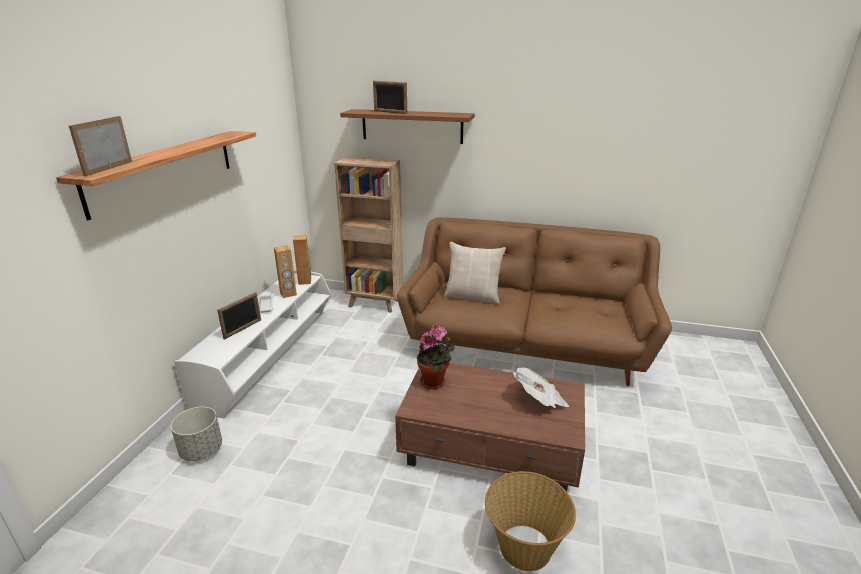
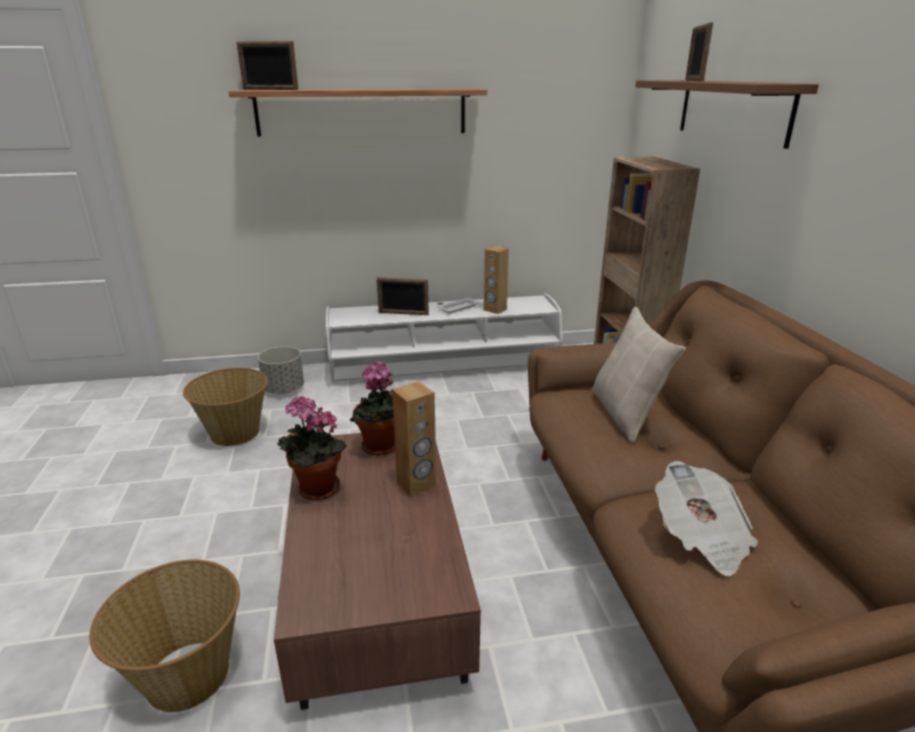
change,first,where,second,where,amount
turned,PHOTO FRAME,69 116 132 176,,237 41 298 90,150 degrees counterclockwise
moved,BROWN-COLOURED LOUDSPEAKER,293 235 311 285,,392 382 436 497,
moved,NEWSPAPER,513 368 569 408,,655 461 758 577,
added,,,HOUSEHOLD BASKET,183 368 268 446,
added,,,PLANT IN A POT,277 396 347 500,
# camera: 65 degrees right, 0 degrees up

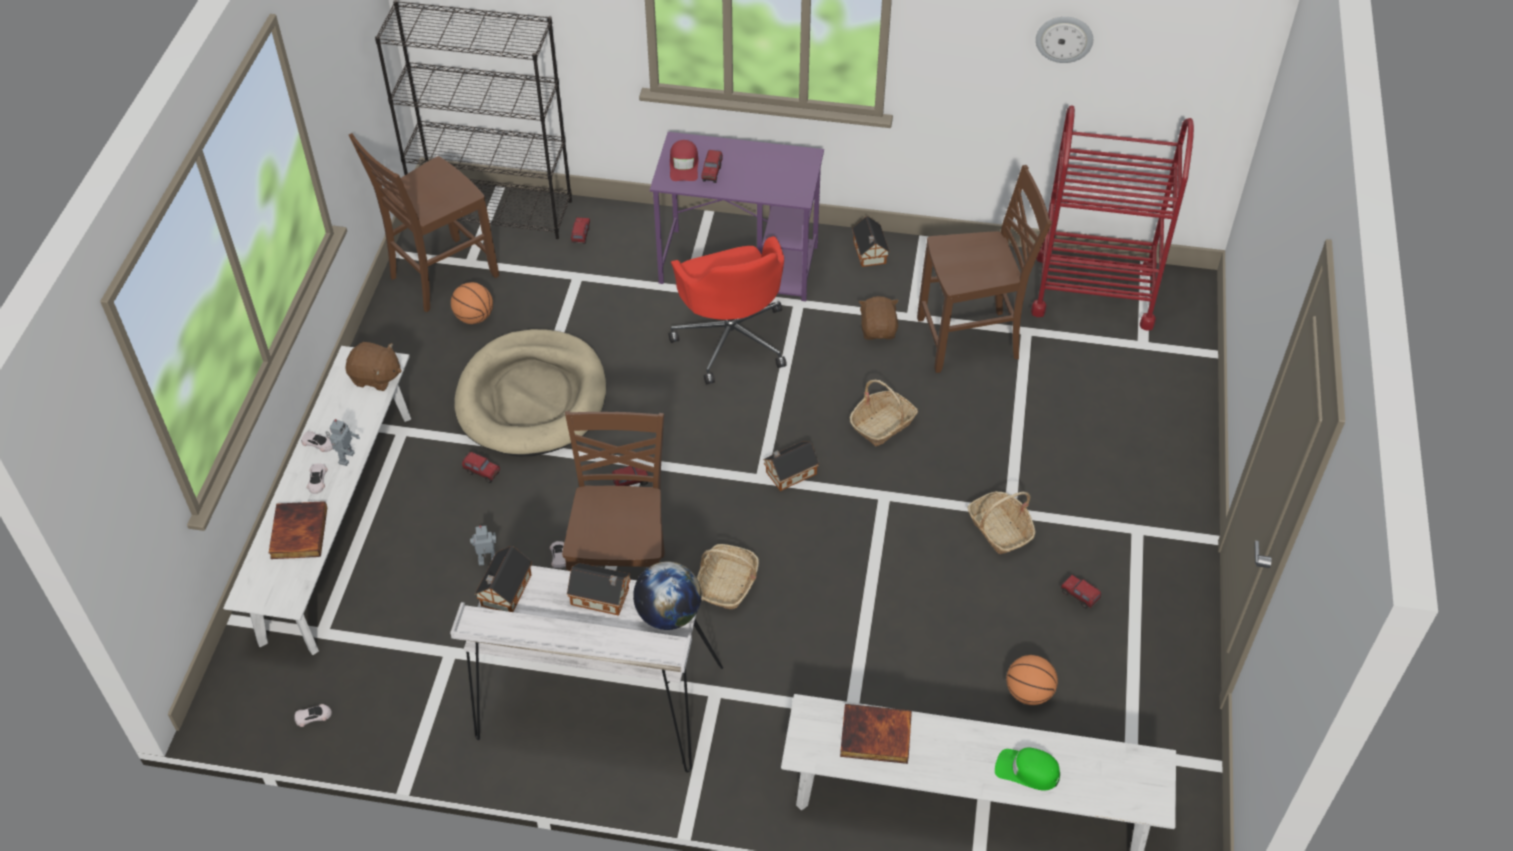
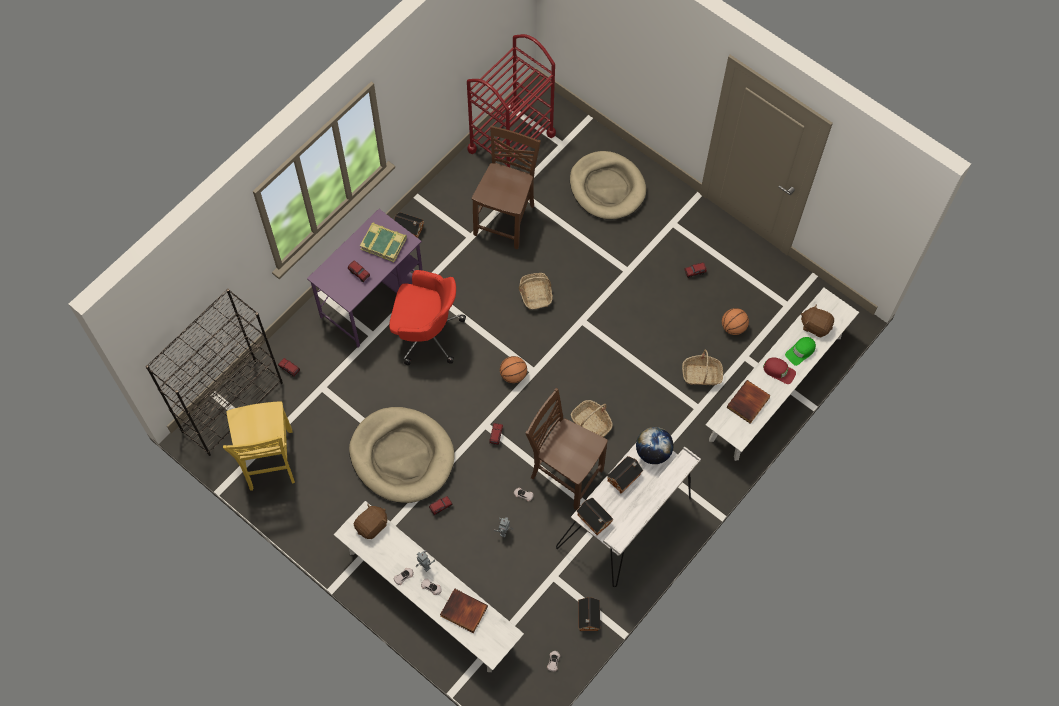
change,first,where,second,where,amount
recoloured,BROWN-COLOURED CHAIR,349 133 499 312,YELLOW CHAIR,223 401 295 491,
moved,BASKETBALL BALL,451 282 493 324,,500 356 527 383,
moved,RED PEAKED CAP,670 140 698 181,,763 357 796 384,
moved,TOY HOUSE,763 441 819 491,,578 597 600 631,
moved,BROWN-COLOURED PLUSH TOY,859 296 899 340,,801 305 834 337,
moved,HOUSEHOLD BASKET,967 491 1035 554,,682 349 723 385,
removed,HANGING CLOCK,1036 17 1093 63,,,
added,,,BOUND BOOK,360 222 407 262,
added,,,BEIGE PET BED,570 151 646 220,
# camera: 60 degrees left, 15 degrees up

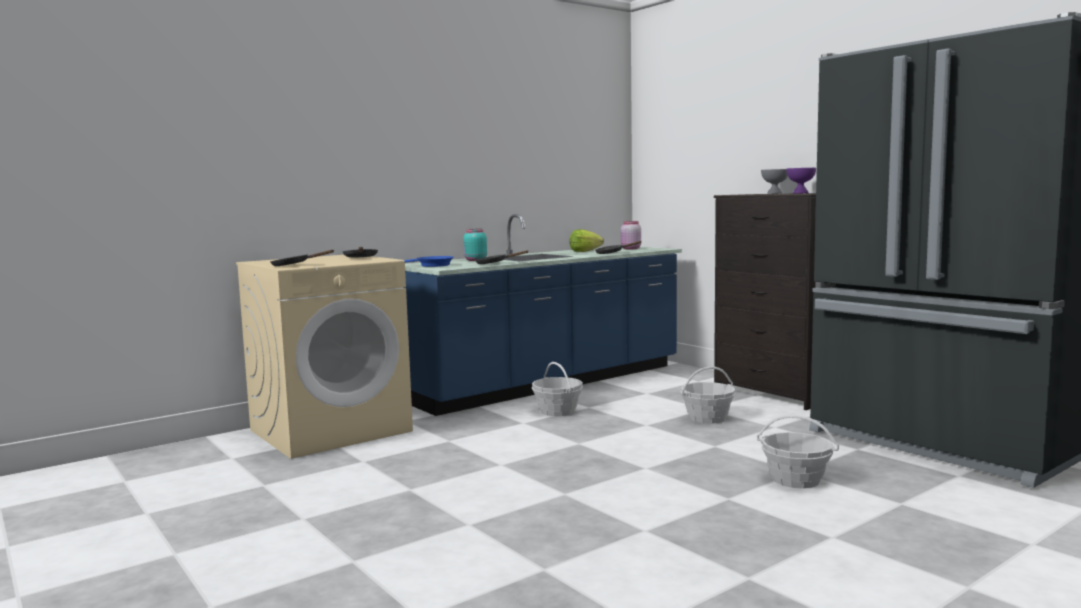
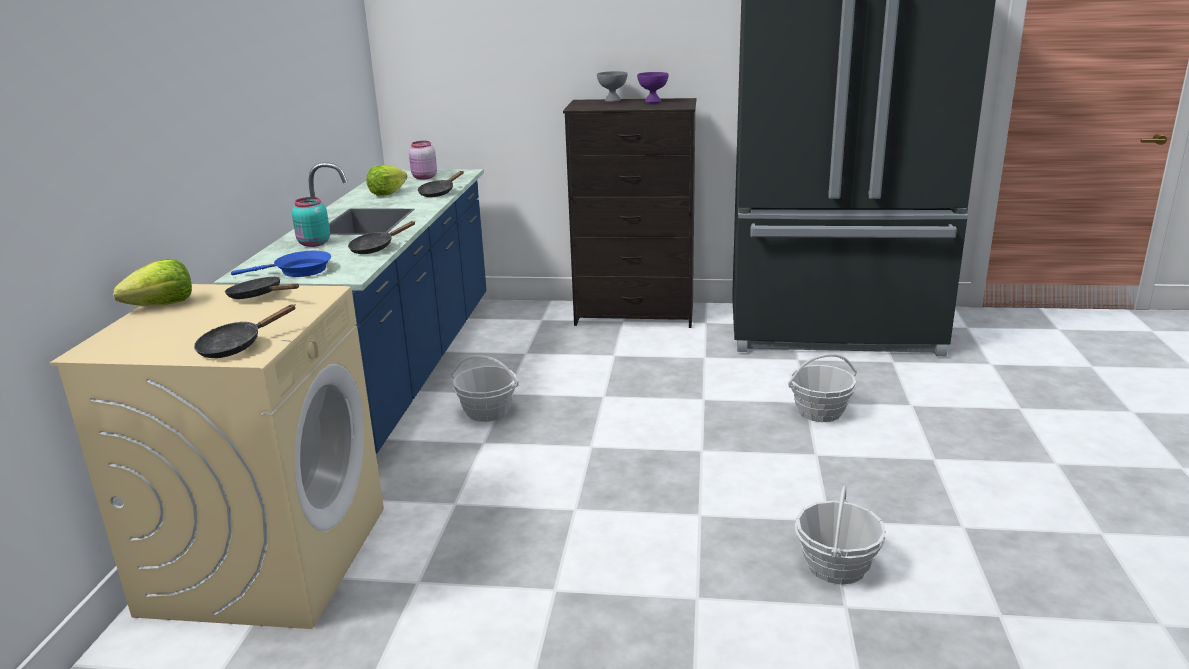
change,first,where,second,where,amount
moved,HOUSEHOLD BASKET,680 367 735 423,,795 486 886 585,
added,,,LETTUCE,113 259 192 306,
# camera: 45 degrees left, 15 degrees up

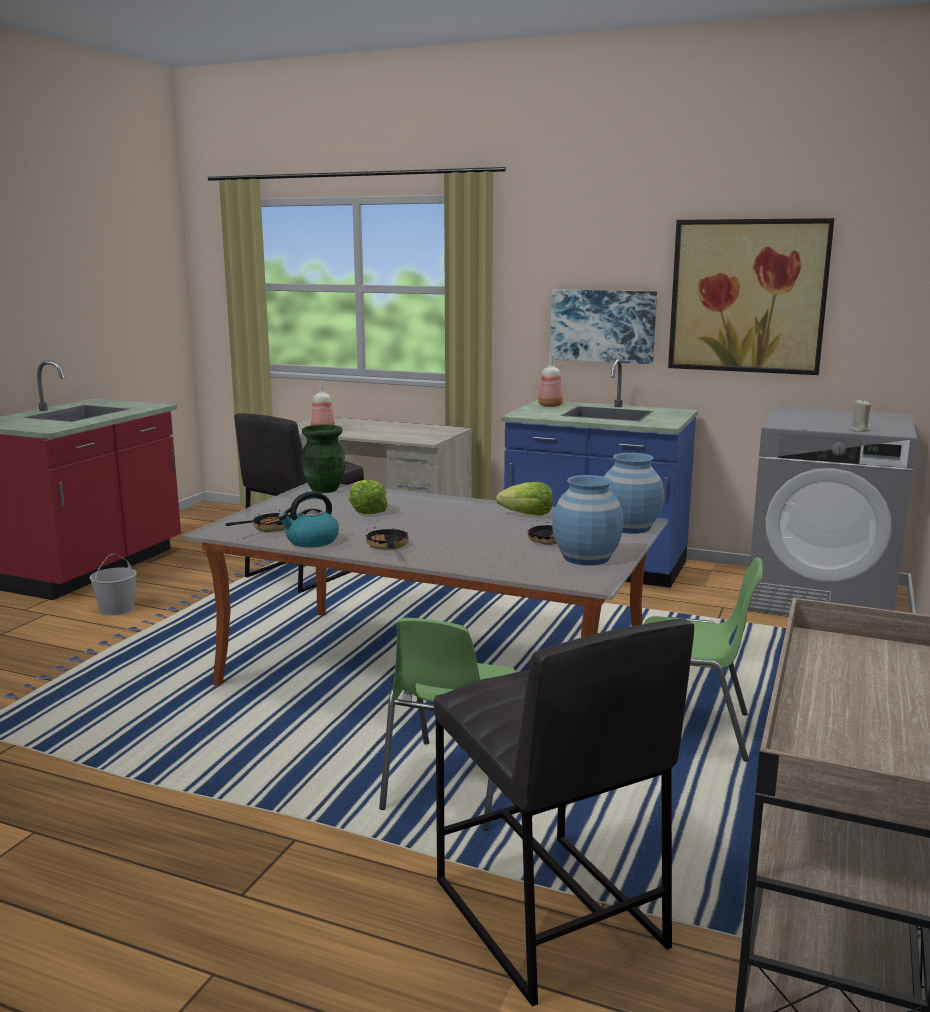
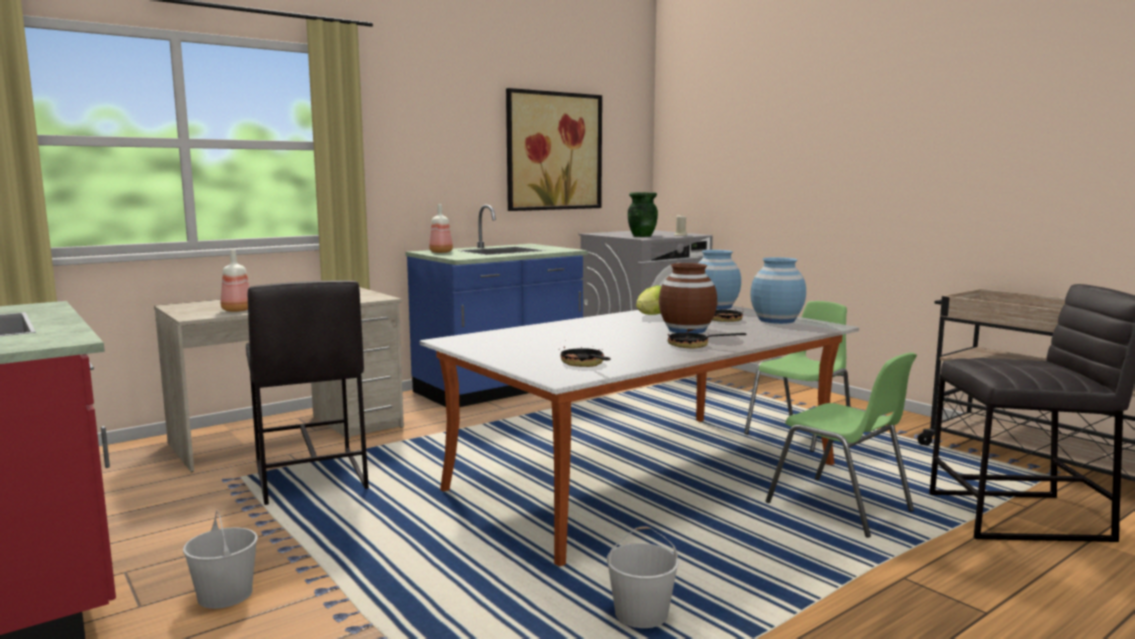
change,first,where,second,where,amount
removed,TEA KETTLE,278 491 339 547,,,
moved,GREEN-COLOURED VASE,301 424 345 493,,628 192 658 237,
removed,LETTUCE,349 480 388 514,,,
removed,WALL PICTURE,550 289 657 364,,,
added,,,WHITE-COLOURED PAIL,607 526 679 628,
added,,,BROWN-COLOURED VASE,659 263 717 334,
# camera: 60 degrees left, 5 degrees down

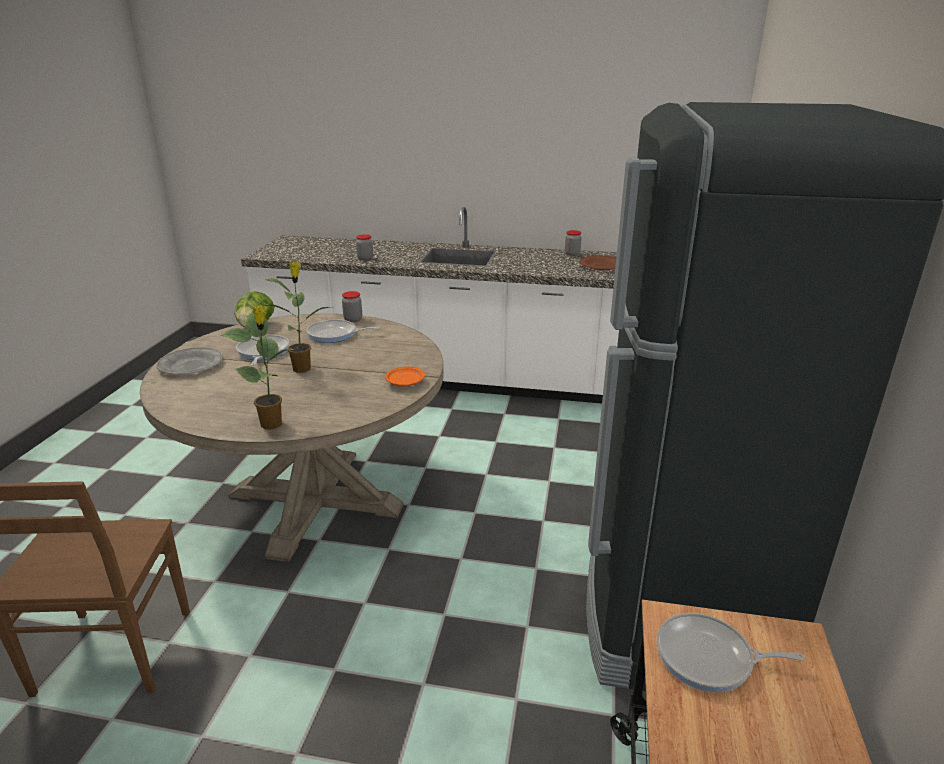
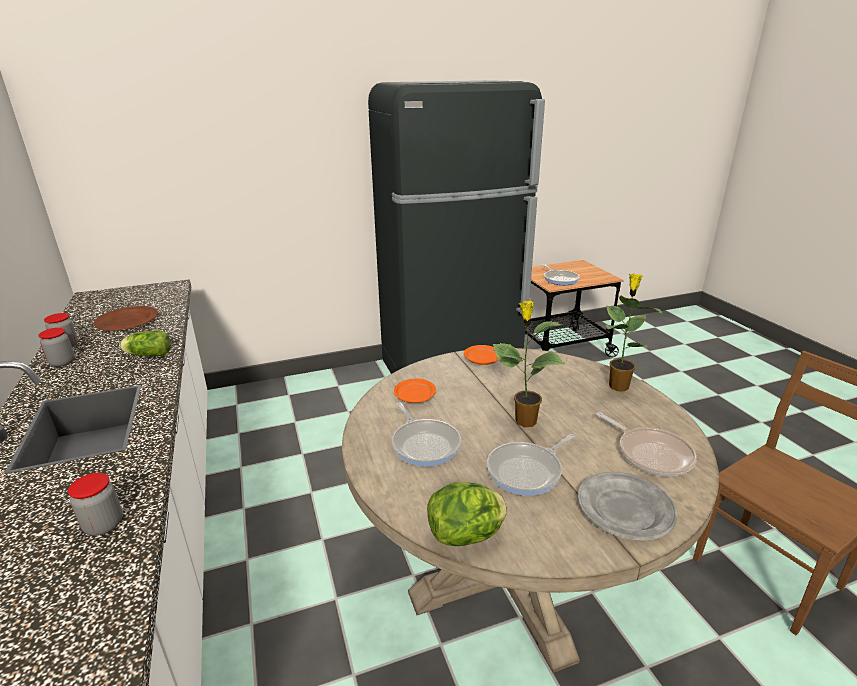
change,first,where,second,where,amount
moved,PRESERVE JAR,342 291 362 322,,38 328 75 367,
added,,,LETTUCE,120 330 170 356,
added,,,ORANGE-COLOURED FLAT DISH,394 379 436 403,
added,,,SKILLET,596 412 697 476,
# camera: 120 degrees left, 0 degrees up

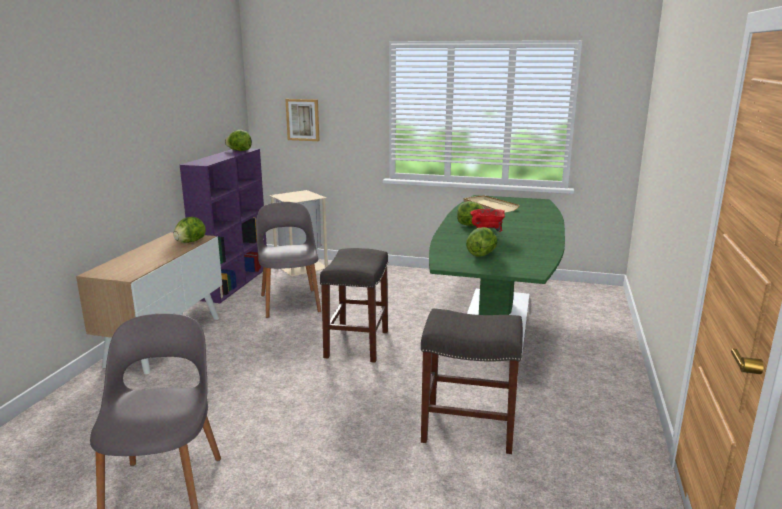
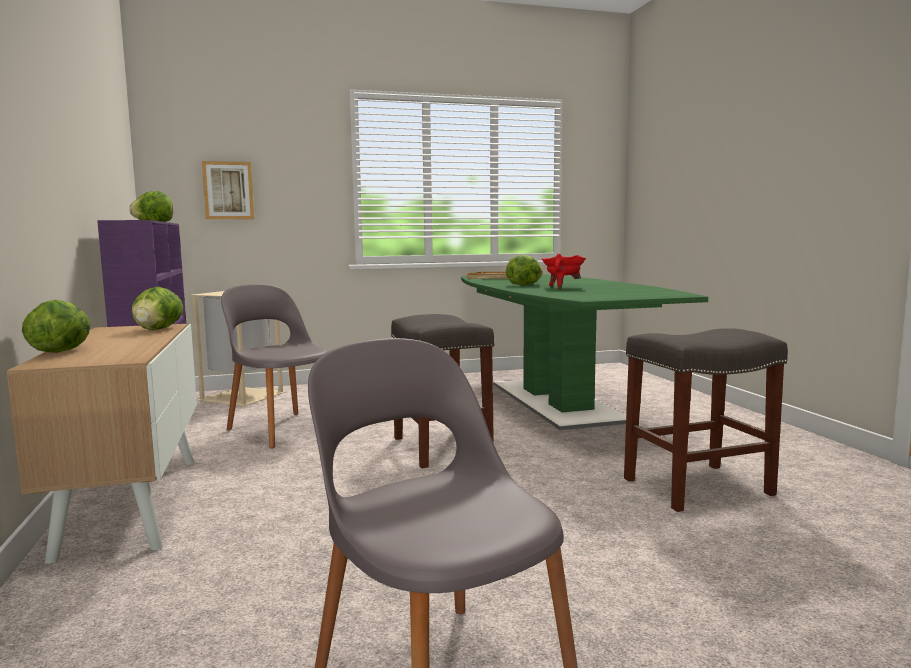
change,first,where,second,where,amount
moved,LETTUCE,466 227 497 257,,22 300 90 353,
# camera: 30 degrees left, 10 degrees down

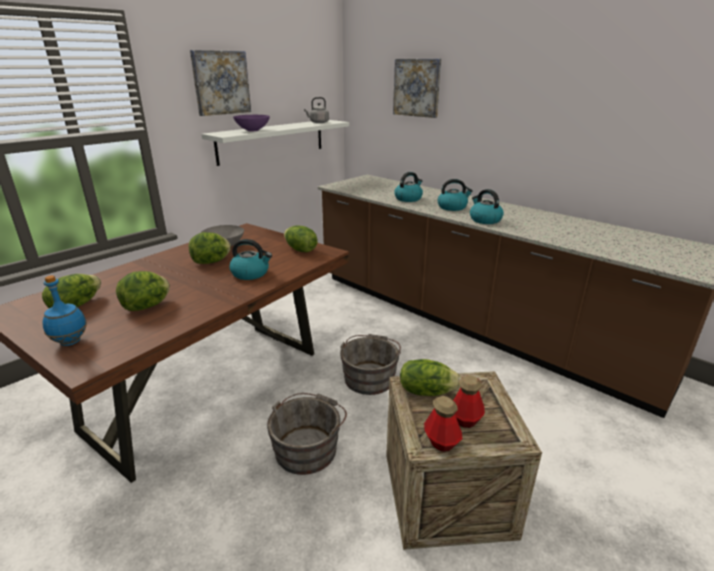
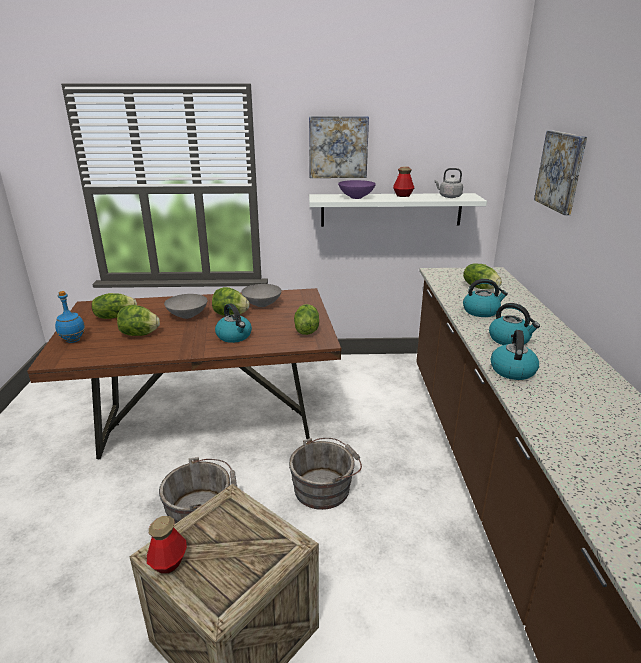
change,first,where,second,where,amount
moved,LETTUCE,400 359 461 396,,463 263 502 289,
moved,BEVERAGE BOTTLE,453 375 485 428,,393 167 414 197,
added,,,GREY SERVING BOWL,164 294 207 319,
# camera: 45 degrees right, 0 degrees up

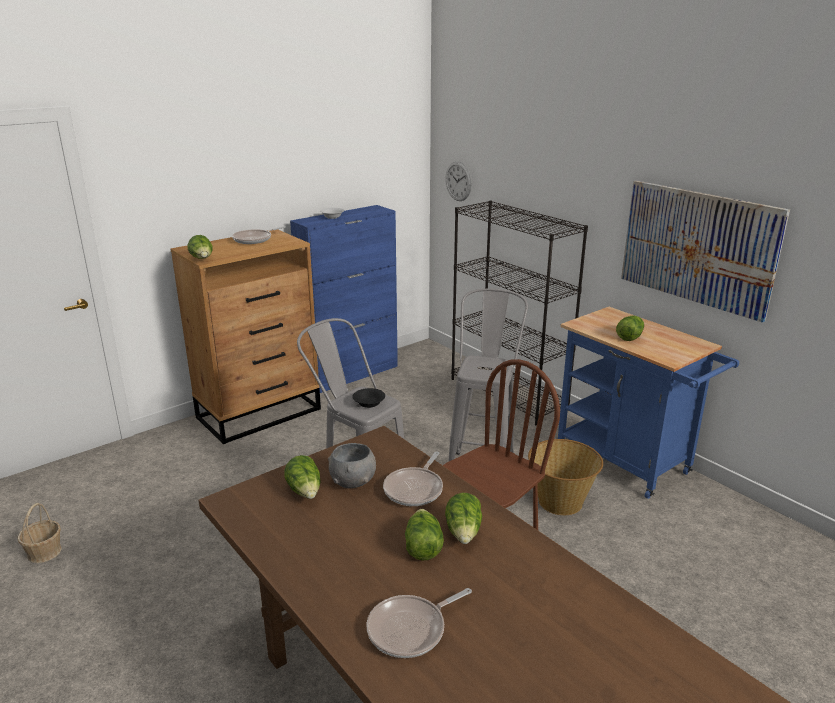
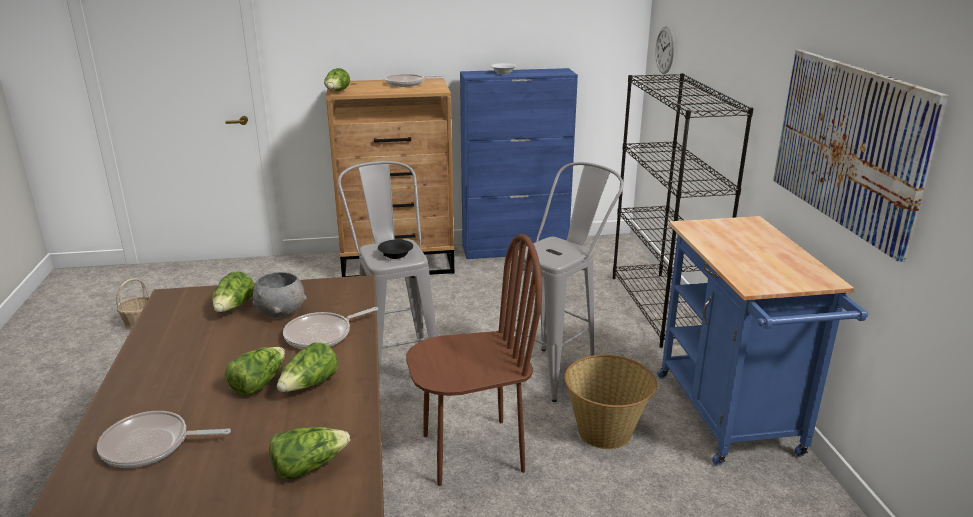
change,first,where,second,where,amount
moved,LETTUCE,616 316 644 341,,269 427 350 480,
# camera: 30 degrees right, 0 degrees up

